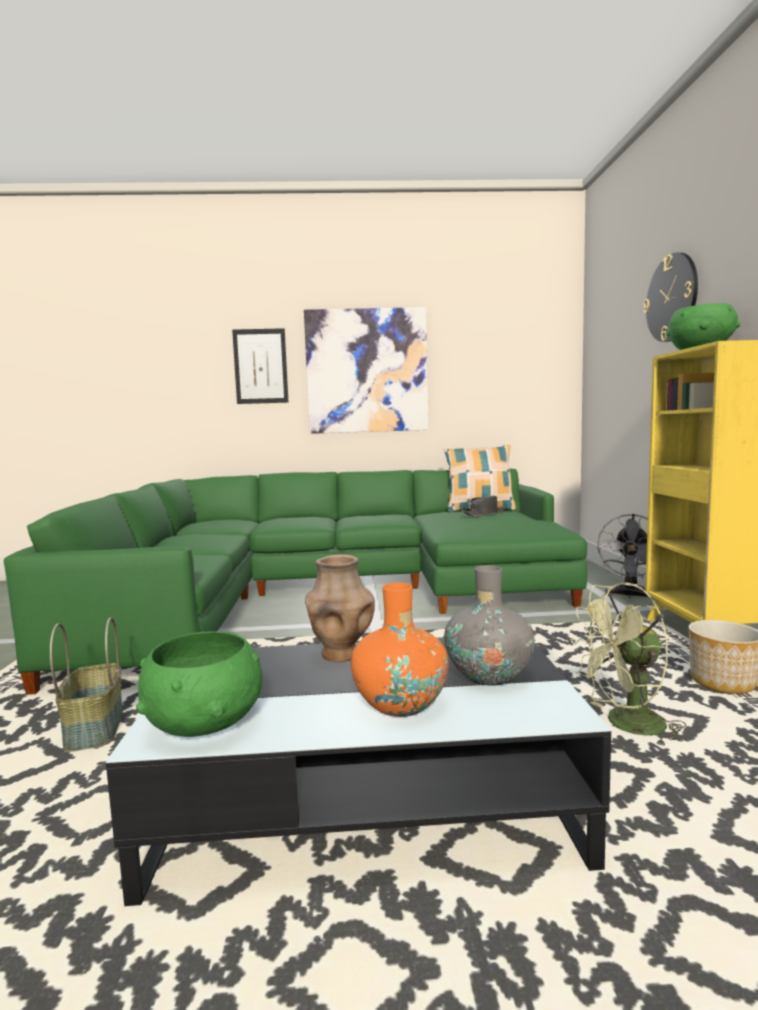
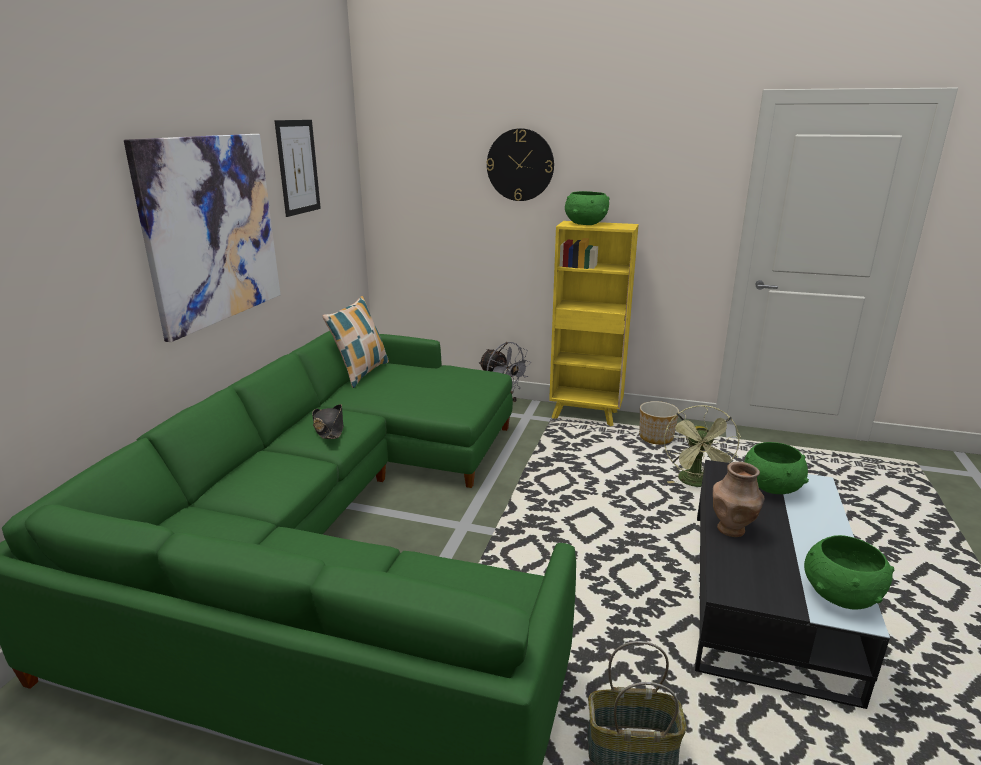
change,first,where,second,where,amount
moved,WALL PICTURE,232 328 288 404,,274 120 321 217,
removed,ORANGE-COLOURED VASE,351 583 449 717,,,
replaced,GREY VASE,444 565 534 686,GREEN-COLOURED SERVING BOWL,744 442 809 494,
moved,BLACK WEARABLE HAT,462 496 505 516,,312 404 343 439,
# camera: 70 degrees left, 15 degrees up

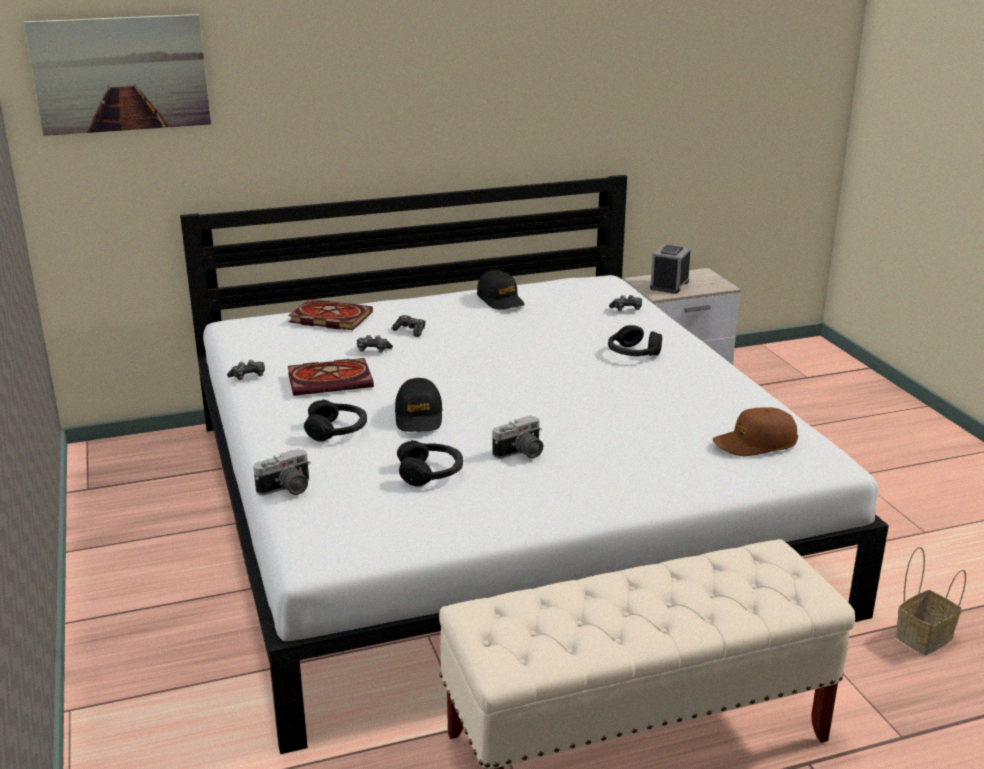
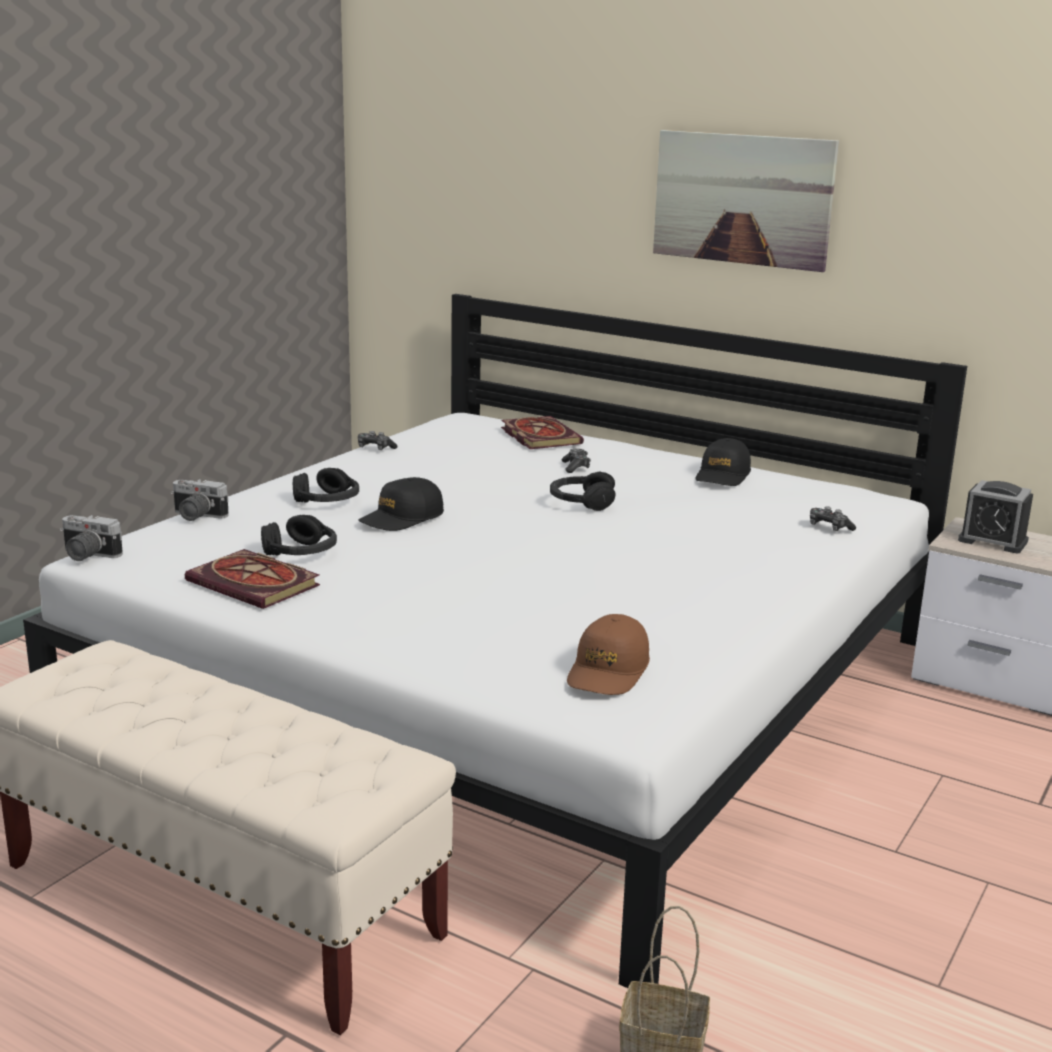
change,first,where,second,where,amount
moved,WALL PICTURE,24 14 211 136,,653 130 839 272,
moved,BOUND BOOK,288 358 374 396,,185 549 320 609,
removed,GAMEPAD,357 335 393 353,,,
moved,PHOTO CAMERA,493 415 543 459,,60 515 123 561,
moved,BLACK HEADSET,608 325 662 356,,550 471 615 511,
turned,ALARM CLOCK,650 244 691 294,,958 480 1033 553,135 degrees counterclockwise
turned,BROWN-COLOURED PEAKED CAP,713 407 798 456,,567 614 650 695,105 degrees counterclockwise
# camera: 50 degrees right, 5 degrees down

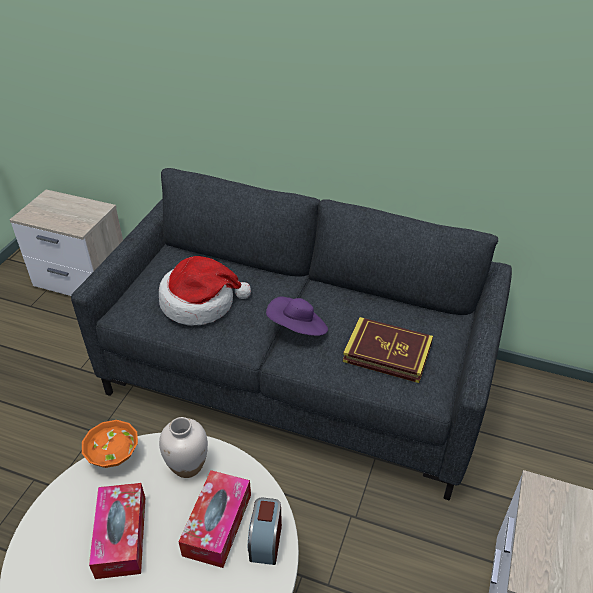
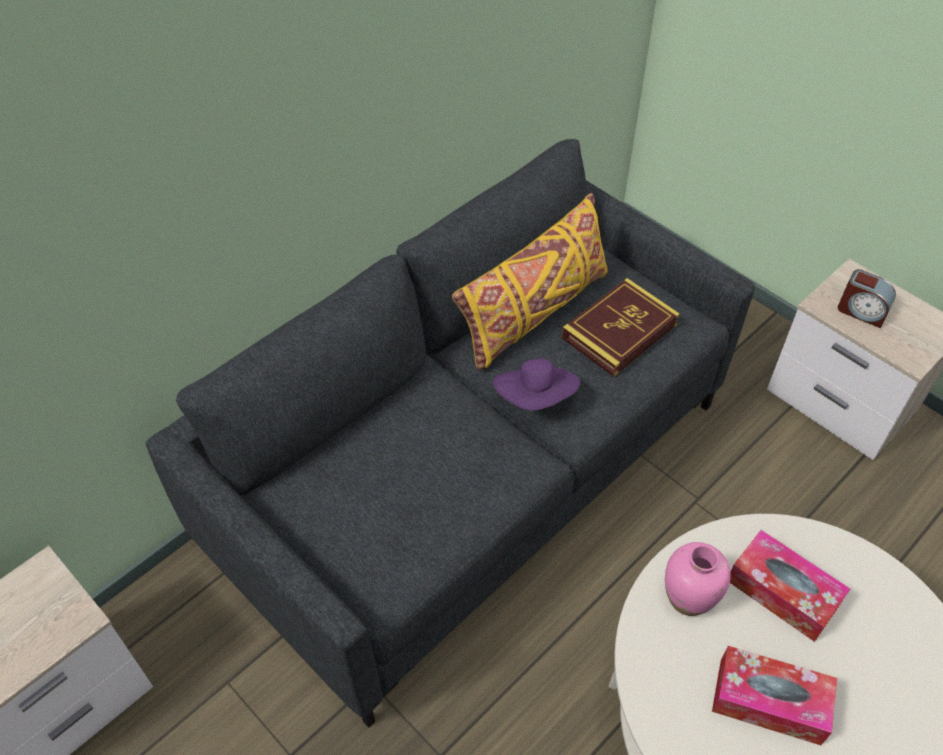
change,first,where,second,where,amount
removed,ORANGE-COLOURED SERVING BOWL,82 420 138 468,,,
removed,WEARABLE HAT,159 256 251 326,,,
recoloured,WHITE-COLOURED VASE,159 417 208 478,PINK-COLOURED VASE,665 542 731 616,
moved,ALARM CLOCK,248 498 282 565,,838 269 896 328,
added,,,YELLOW THROW PILLOW,452 193 608 370,
# camera: 65 degrees left, 10 degrees up

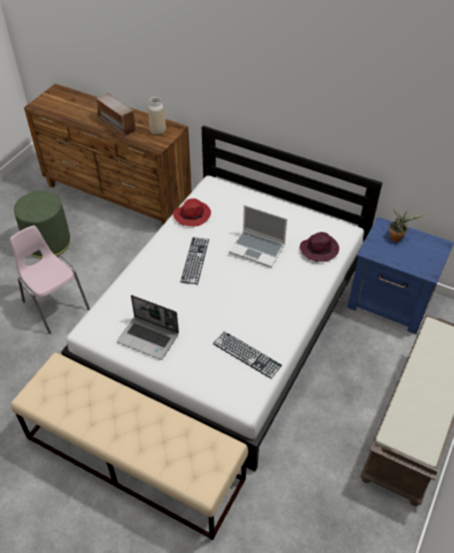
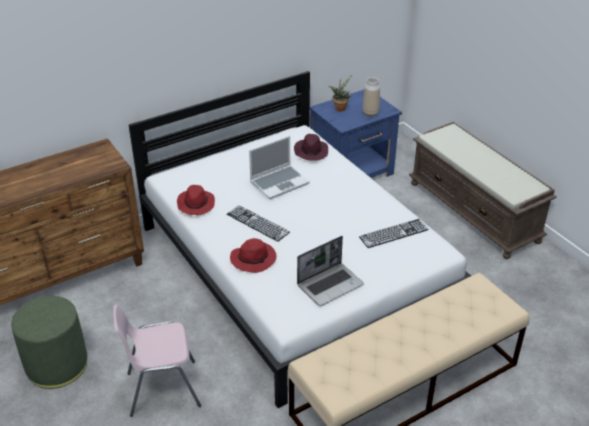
change,first,where,second,where,amount
removed,RADIO,97 93 137 138,,,
moved,VASE,148 97 166 136,,363 77 380 117,
added,,,RED WEARABLE HAT,230 238 277 273,
# camera: 60 degrees left, 10 degrees down

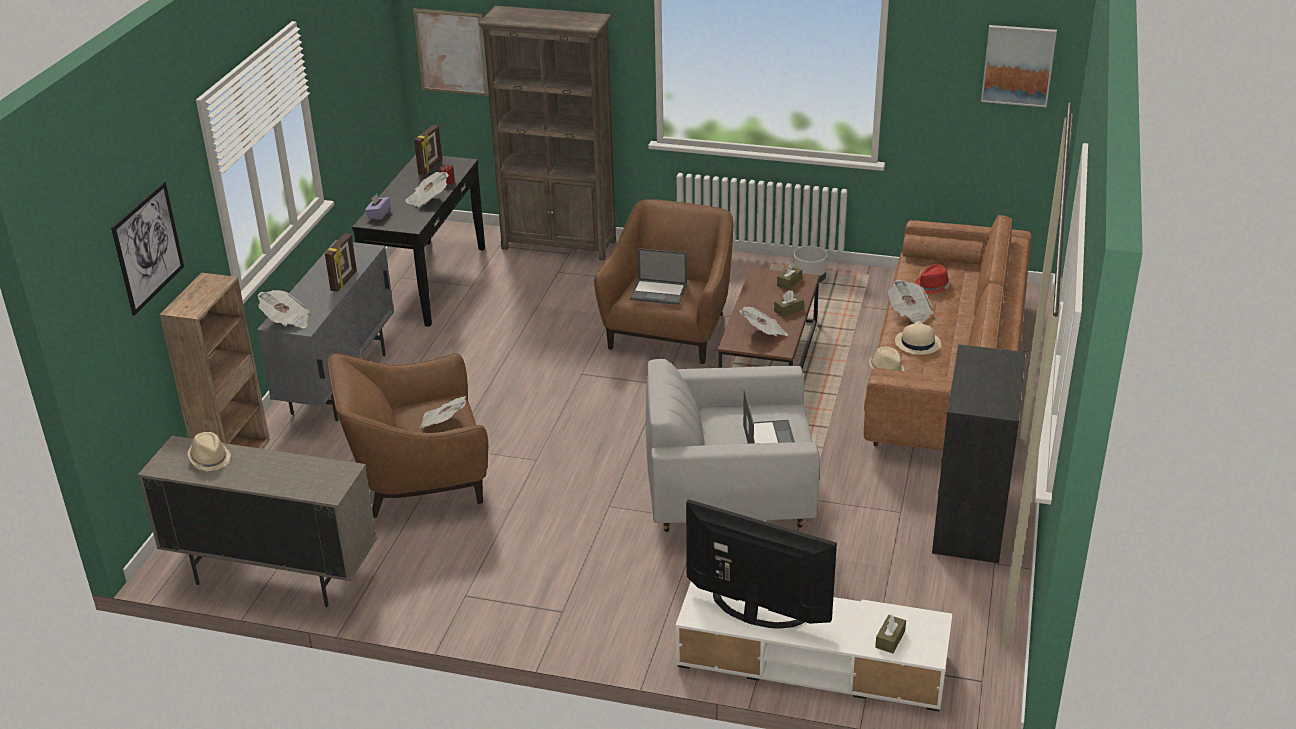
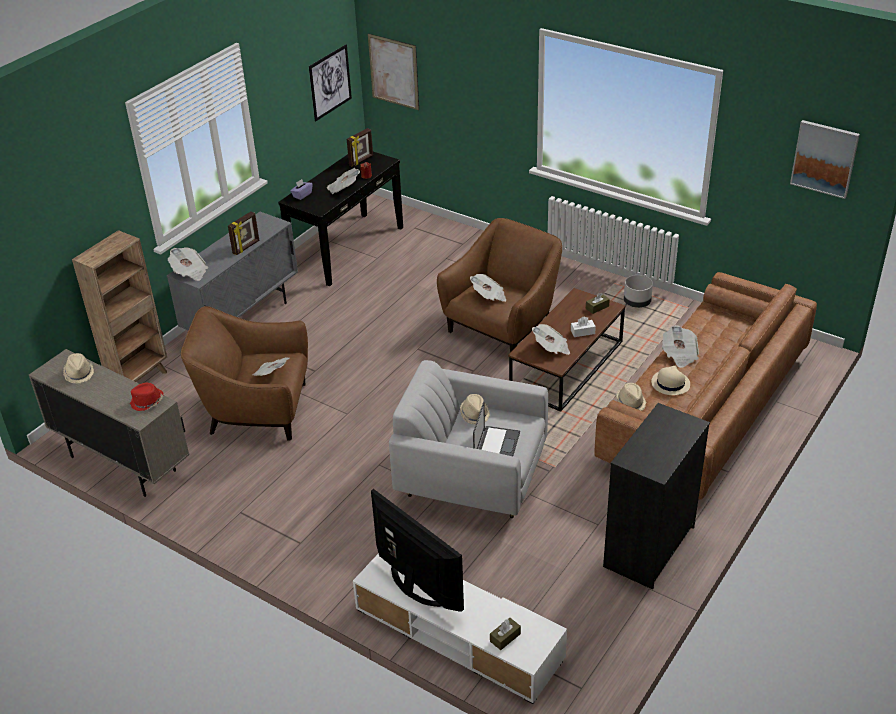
change,first,where,second,where,amount
moved,WALL PICTURE,111 182 184 316,,309 45 352 121,
removed,BROWN-COLOURED BOOKSHELF,478 6 616 261,,,
replaced,PORTABLE COMPUTER,630 248 687 305,NEWSPAPER,470 274 506 302,
recoloured,BROWN-COLOURED BOX OF TISSUES,774 290 804 317,WHITE-COLOURED BOX OF TISSUES,571 317 596 337,
moved,RED WEARABLE HAT,915 264 951 294,,130 383 164 411,
added,,,BEIGE WEARABLE HAT,460 394 490 425,
# camera: 20 degrees right, 5 degrees up

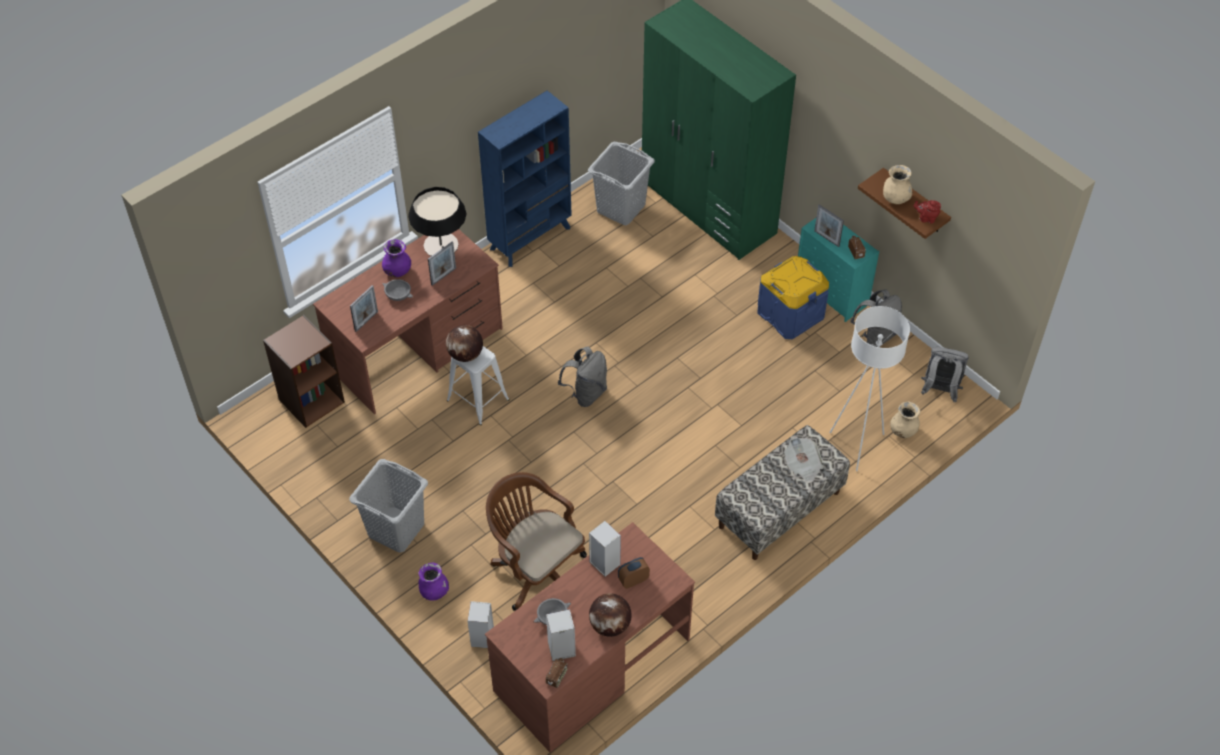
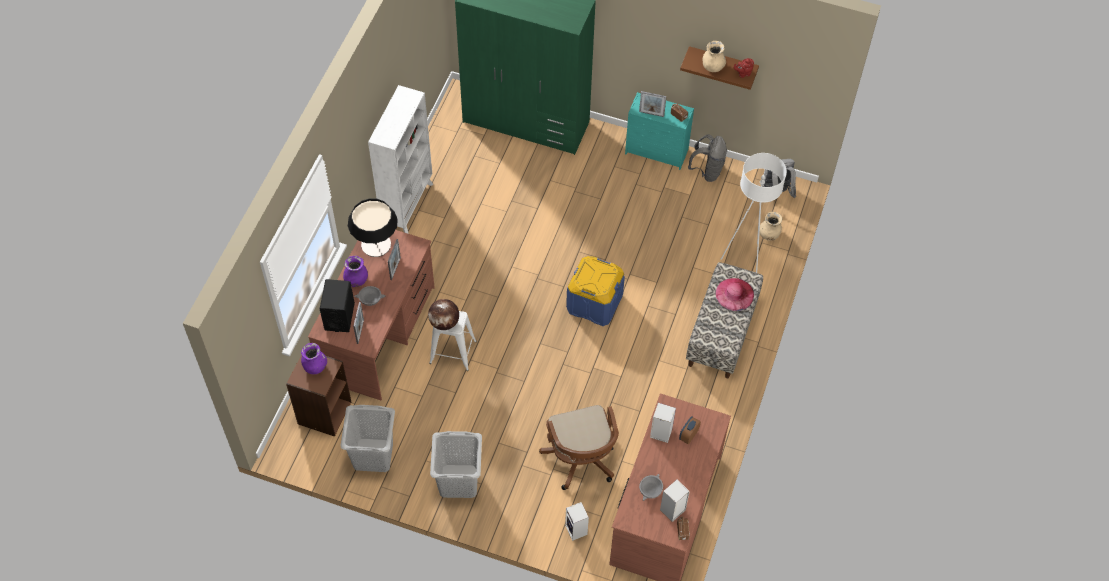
change,first,where,second,where,amount
moved,PURPLISH VASE,419 562 449 600,,301 343 327 374,
recoloured,BLUISH BOOKSHELF,478 91 572 267,WHITE-COLOURED BOOKSHELF,368 85 433 234,
turned,BROWN-COLOURED COMPUTER CHAIR,486 472 587 611,,539 405 619 490,120 degrees counterclockwise
removed,GREY BACKPACK,558 347 607 407,,,
moved,GREY HAMPER,588 142 655 225,,340 405 395 472,
removed,GLOBE,589 593 632 637,,,
moved,BLUISH STORAGE BOX,757 256 829 340,,566 256 625 326,
replaced,NEWSPAPER,784 437 824 483,PINK-COLOURED WEARABLE HAT,716 278 754 311,
added,,,BLACK LOUDSPEAKER,320 279 355 332,
# camera: 30 degrees left, 5 degrees up

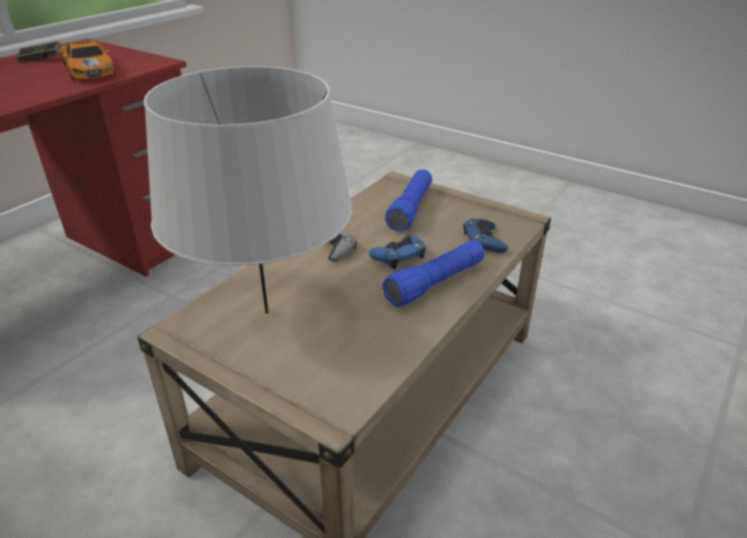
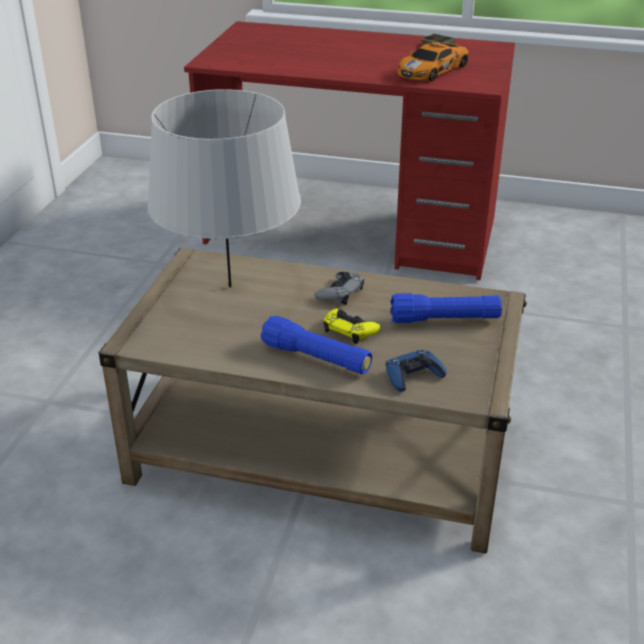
change,first,where,second,where,amount
recoloured,BLUISH GAMEPAD,369 235 426 269,YELLOW GAMEPAD,324 309 380 344,
# camera: 70 degrees right, 0 degrees up

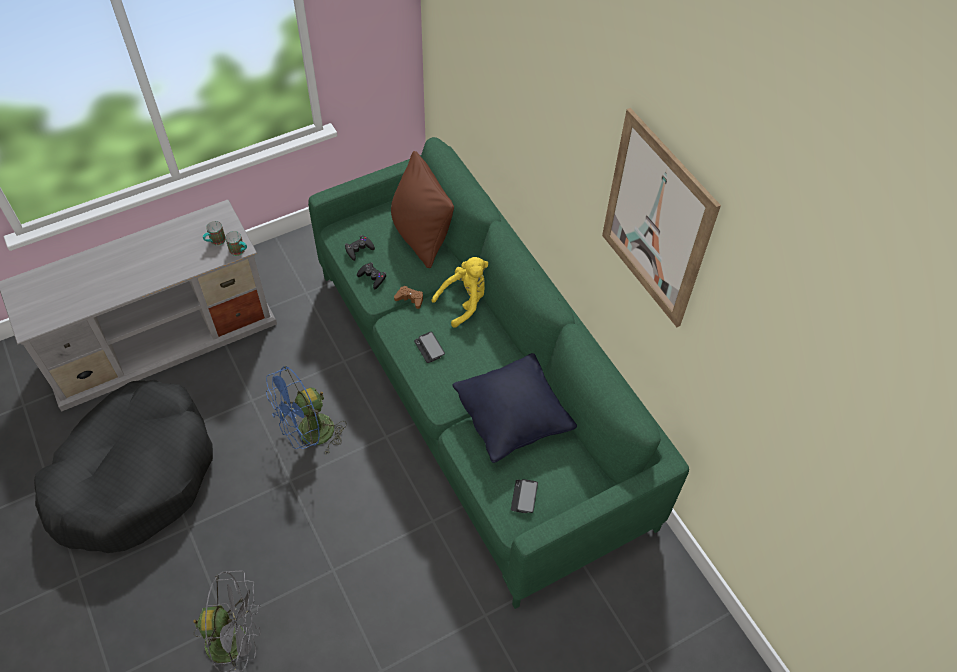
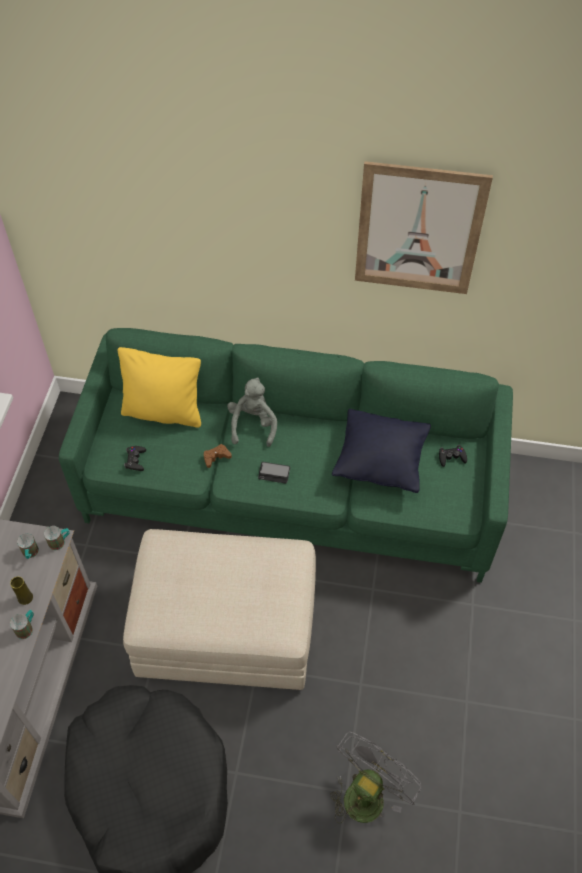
change,first,where,second,where,amount
replaced,BLUISH ELECTRIC FAN,266 366 347 455,BEIGE FOOTREST,123 529 316 690,
moved,BLACK GAMEPAD,357 262 386 289,,439 445 467 467,
recoloured,BROWN-COLOURED THROW PILLOW,391 151 454 268,YELLOW THROW PILLOW,118 347 201 428,
recoloured,YELLOW PLUSH TOY,432 257 488 328,GREY PLUSH TOY,227 377 277 447,
removed,HANDSET,511 479 538 513,,,
added,,,YELLOW VASE,10 577 33 605,
added,,,COFFEE MUG,10 610 34 639,
# camera: 50 degrees left, 0 degrees up

